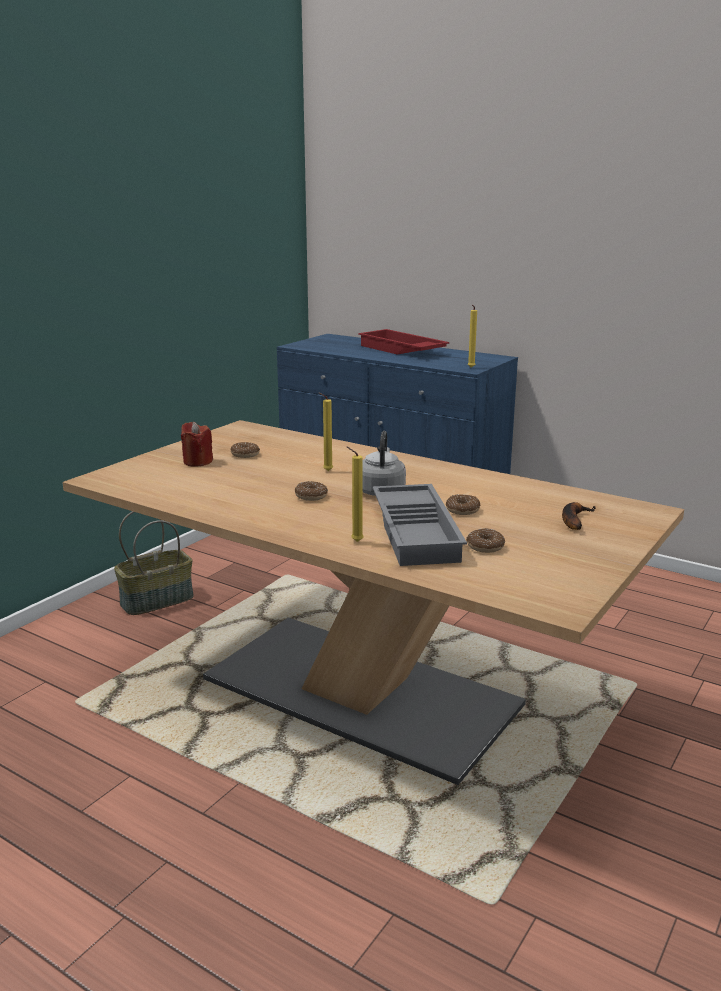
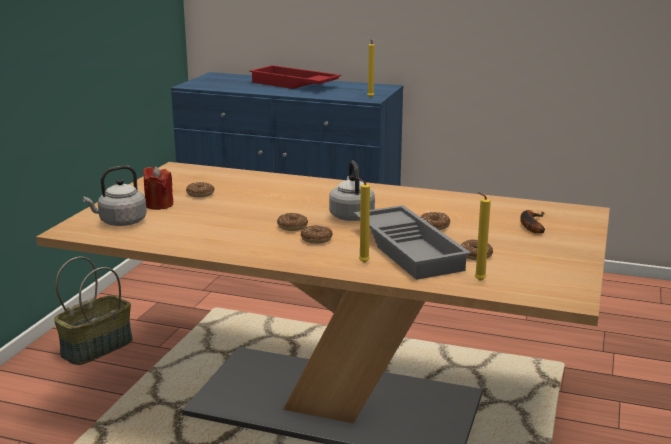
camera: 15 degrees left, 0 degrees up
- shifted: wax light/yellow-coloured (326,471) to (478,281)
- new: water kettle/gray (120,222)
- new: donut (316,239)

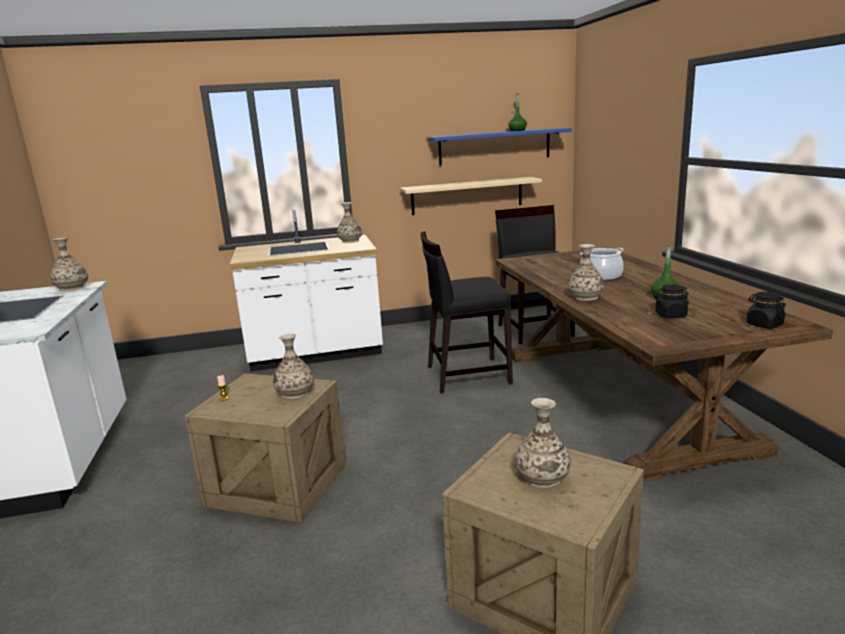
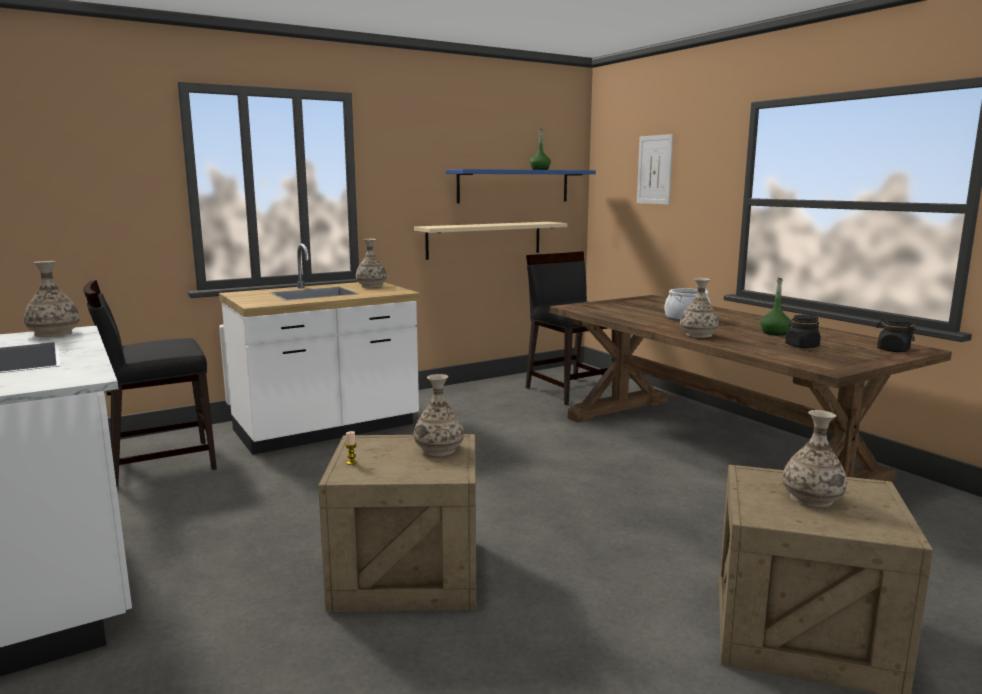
camera: 20 degrees left, 5 degrees down
- shifted: chair/black-coloured (467,374) to (160,463)
- new: wall art (654,170)

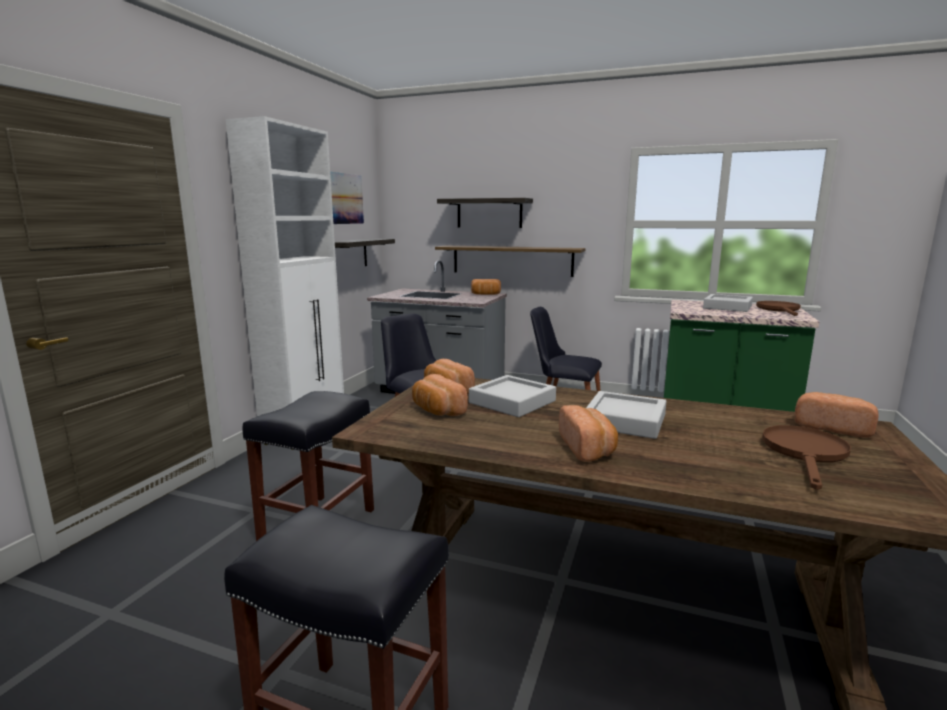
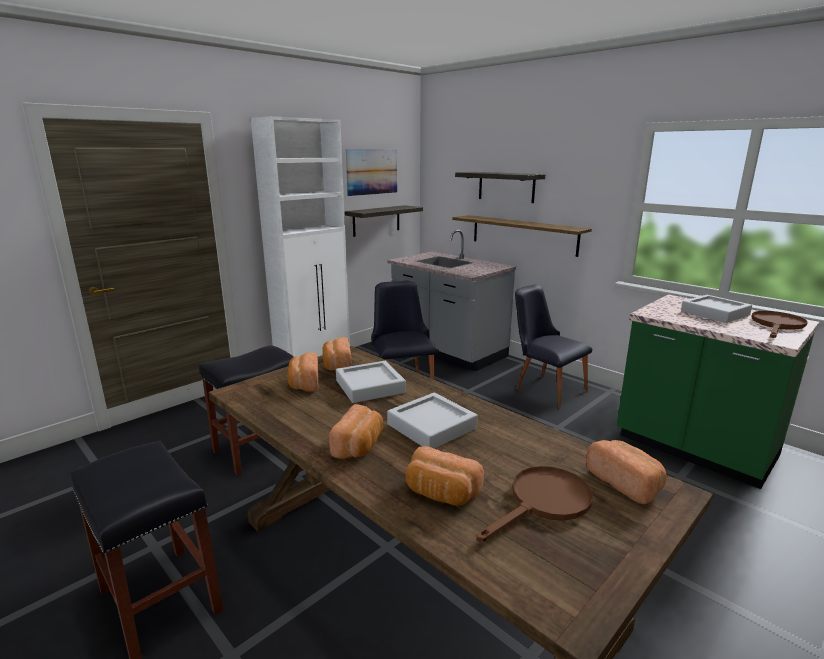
camera: 25 degrees right, 5 degrees up
- shifted: bakery bread (485,294) to (441,494)

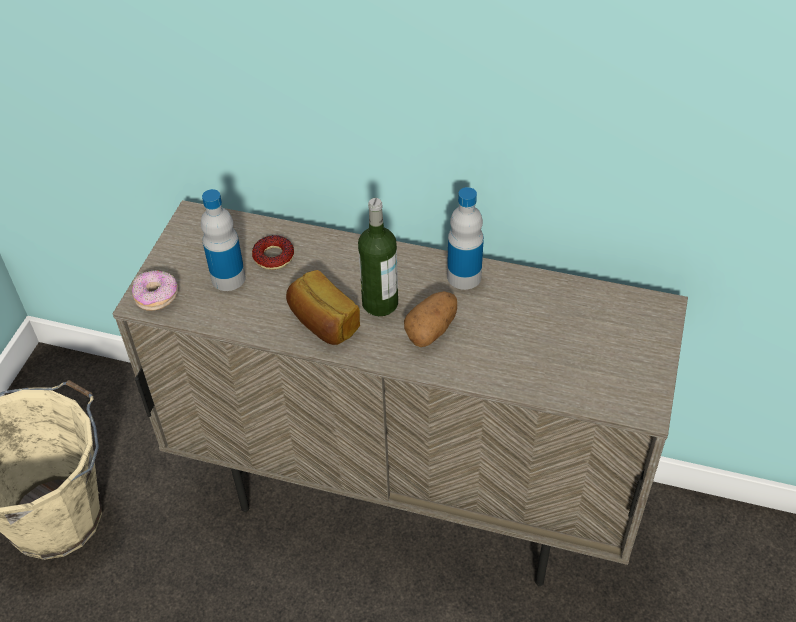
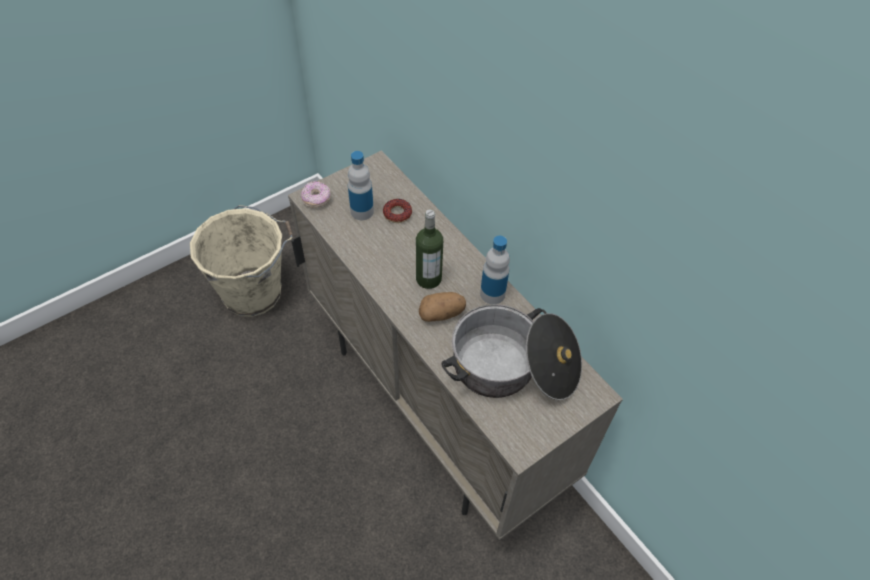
camera: 35 degrees right, 5 degrees up
- gone: bakery bread (322,322)
- new: cooking pot (513,368)

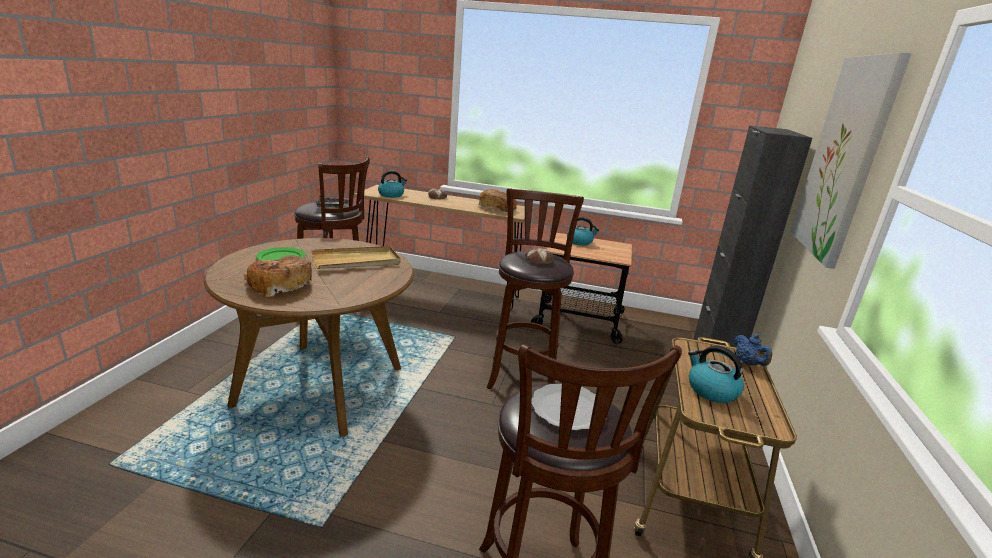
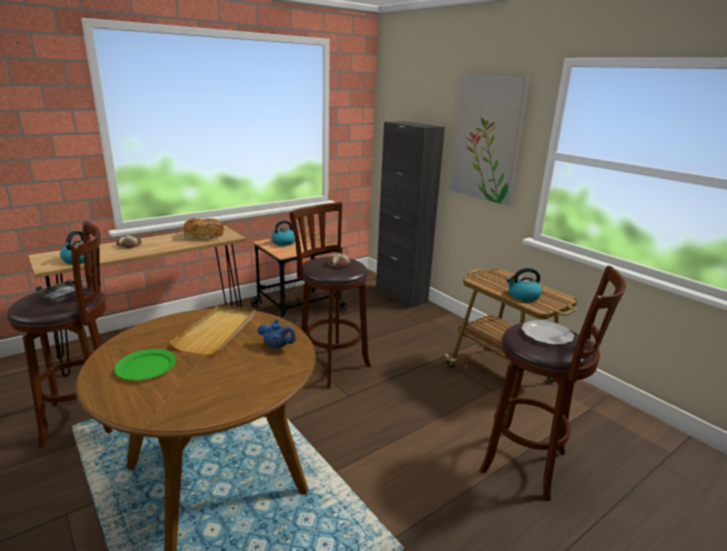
camera: 50 degrees left, 0 degrees up
- gone: bakery bread (279,285)
- shifted: teapot/blue (748,363) to (277,346)

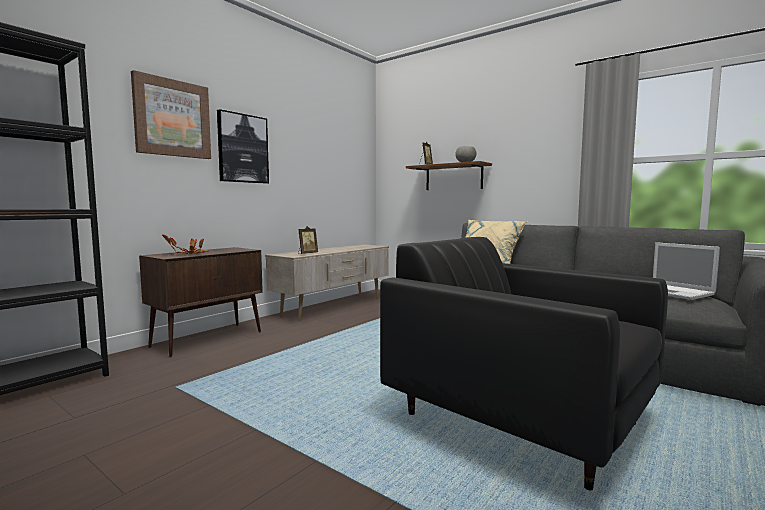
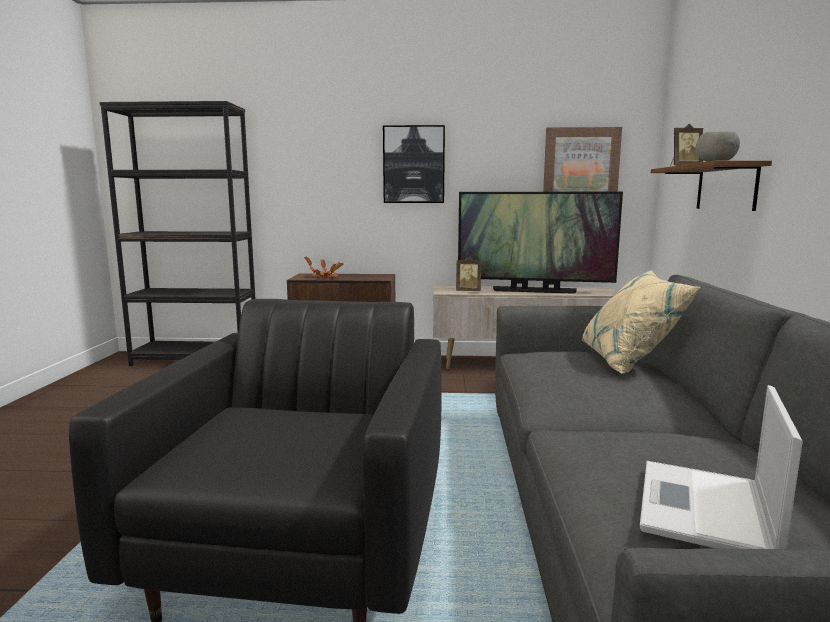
camera: 55 degrees right, 5 degrees up
- shifted: wall art (172,118) to (581,165)
- new: television (534,291)

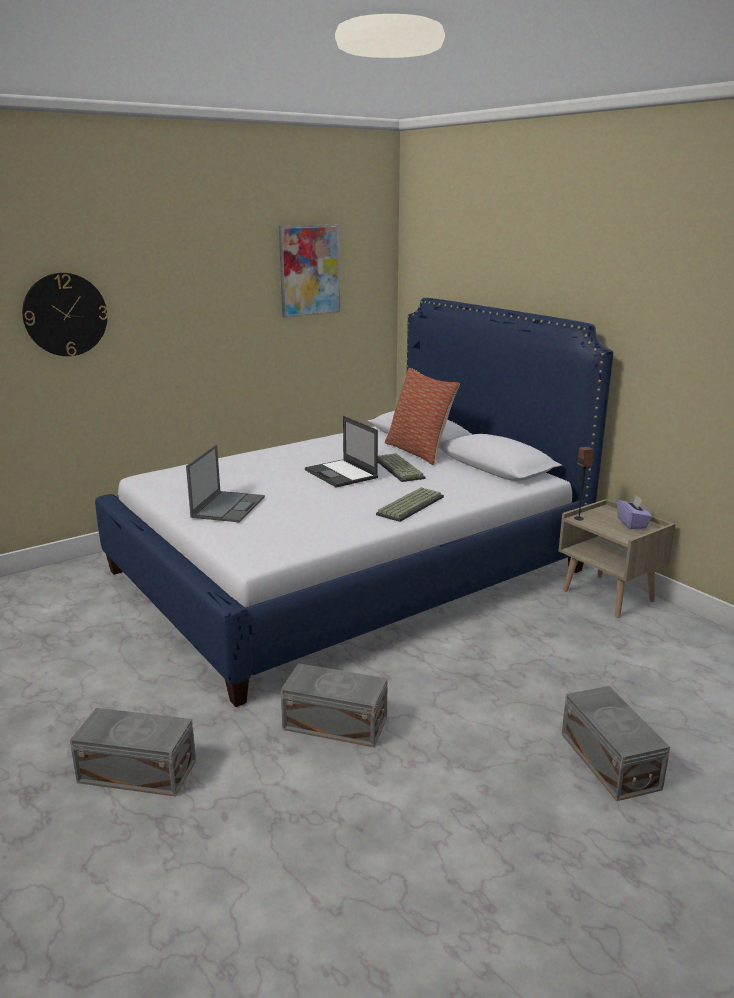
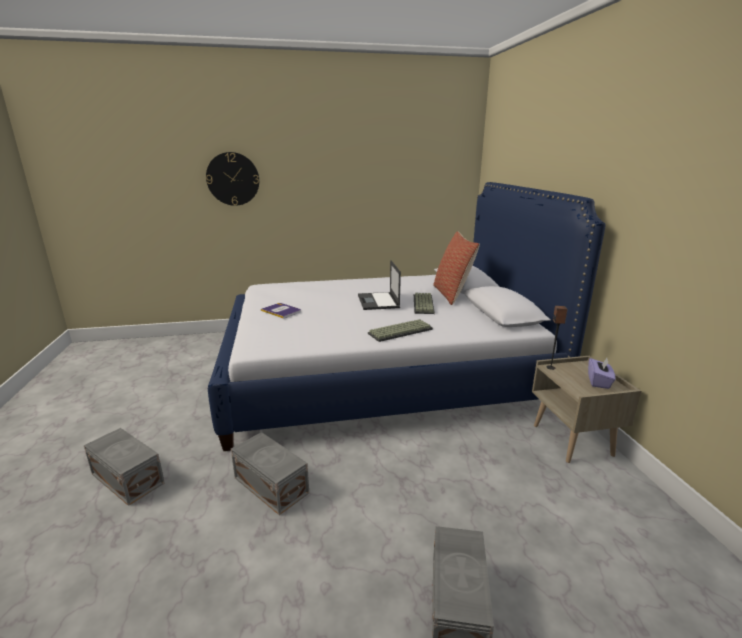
camera: 25 degrees right, 0 degrees up
- gone: wall art (309,270)
- swapped: laptop (228,506) to book (281,311)

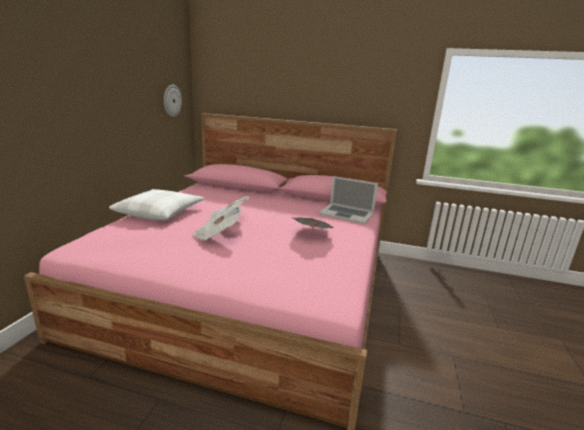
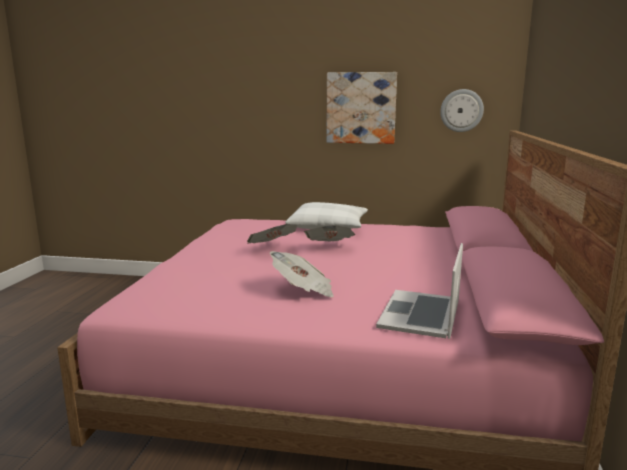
camera: 85 degrees right, 5 degrees down
- new: wall art (361,108)

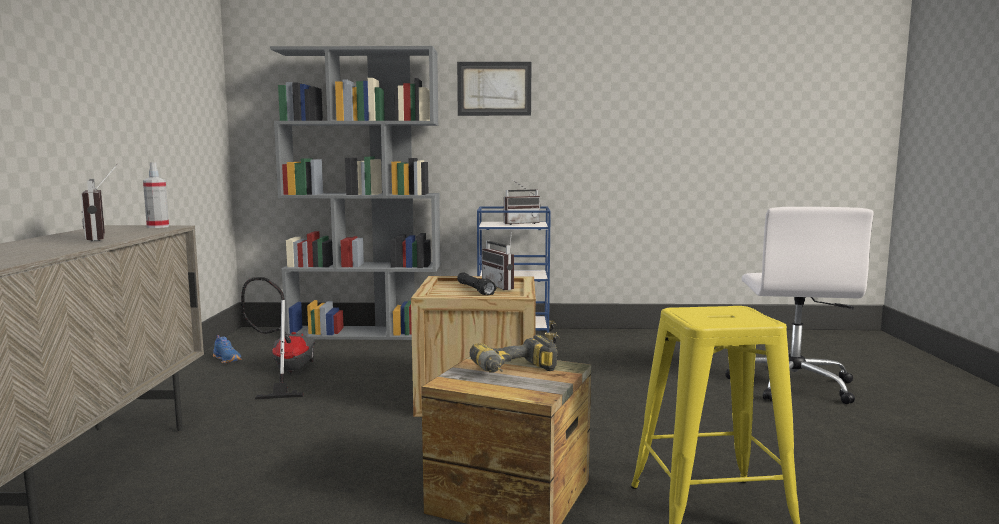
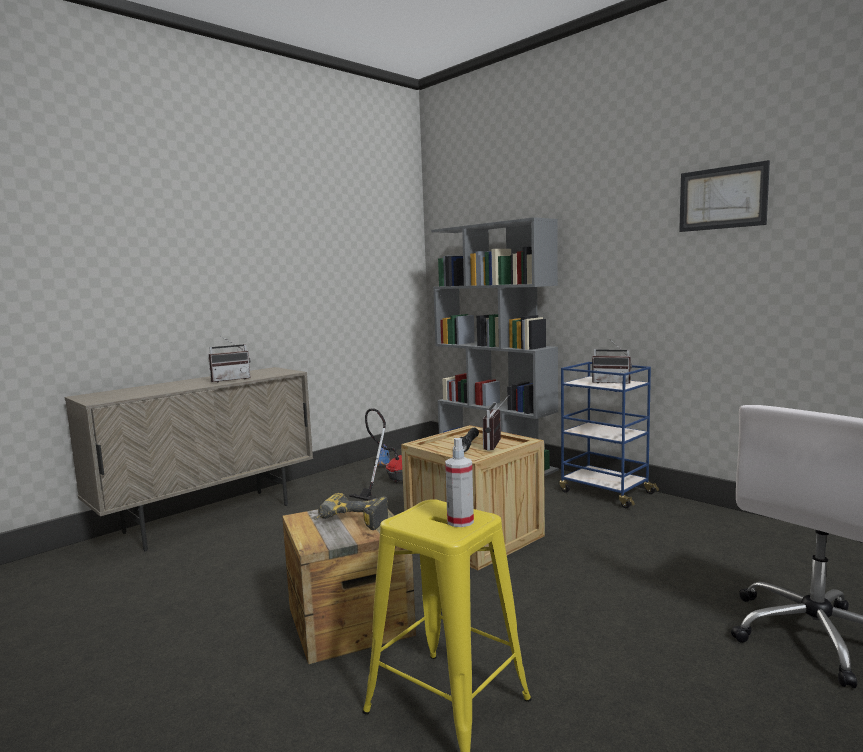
camera: 45 degrees right, 0 degrees up
- shifted: wall art (494,89) to (722,198)
- shifted: spray bottle (158,227) to (460,521)
- rotated: radio (105,238) = (230,380) 135 degrees counterclockwise

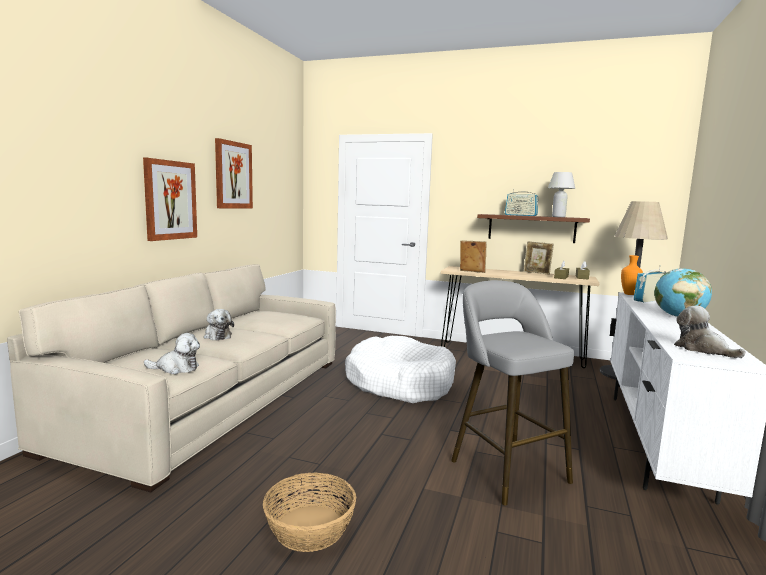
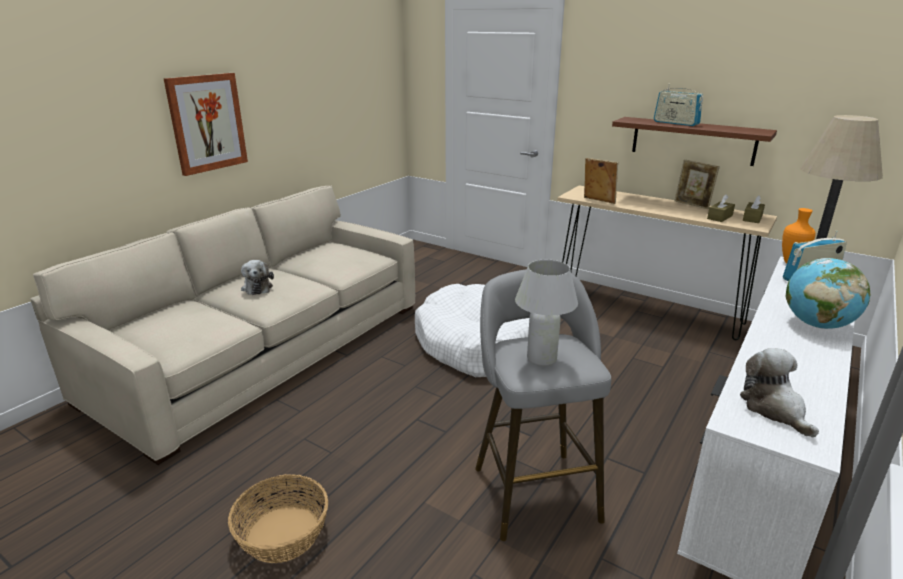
camera: 15 degrees right, 15 degrees up
- gone: wall art (233,175)
- shifted: tabletop lamp/white-coloured (558,217) to (541,359)
- gone: plush toy (176,368)

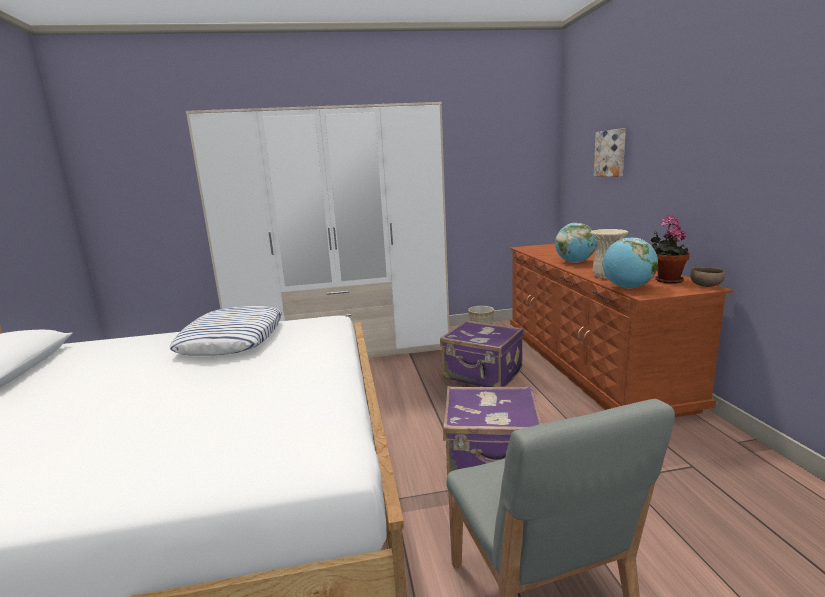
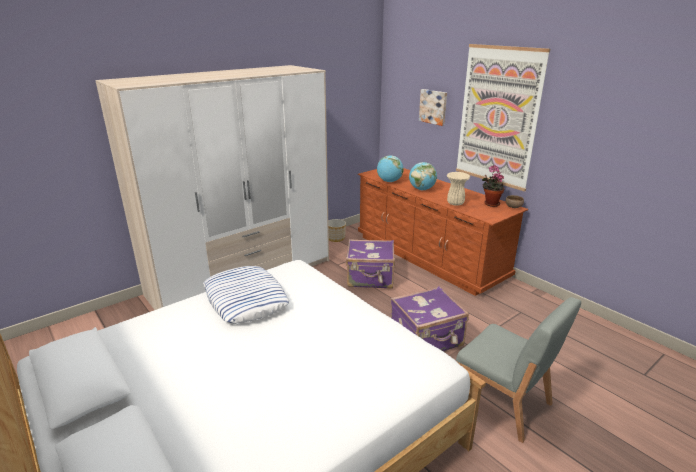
camera: 30 degrees left, 10 degrees up
- shifted: world globe (627,287) to (389,181)
- new: wall art (498,117)

